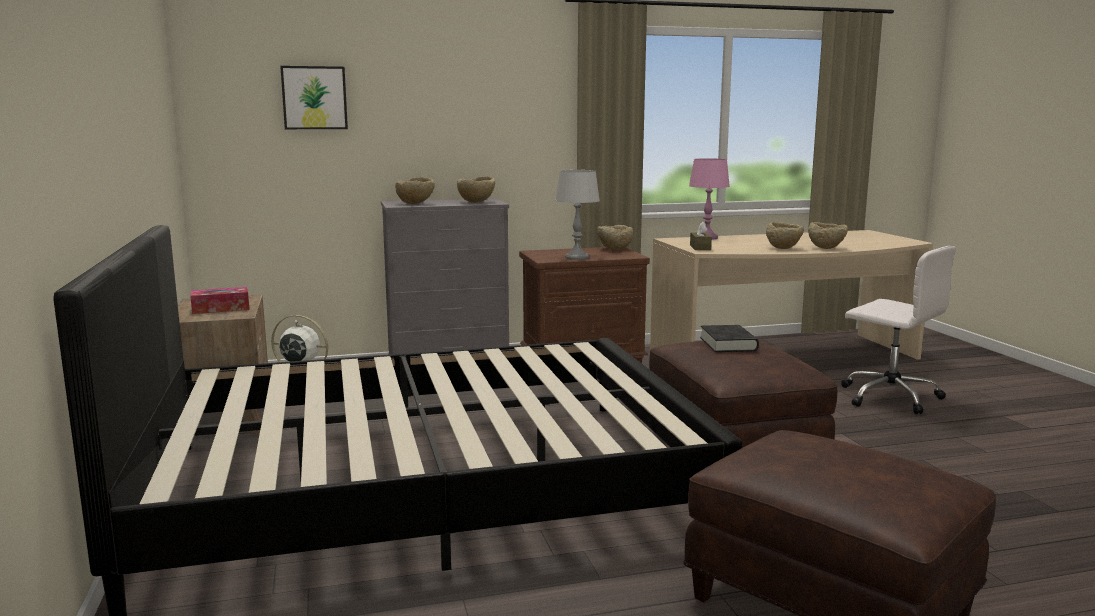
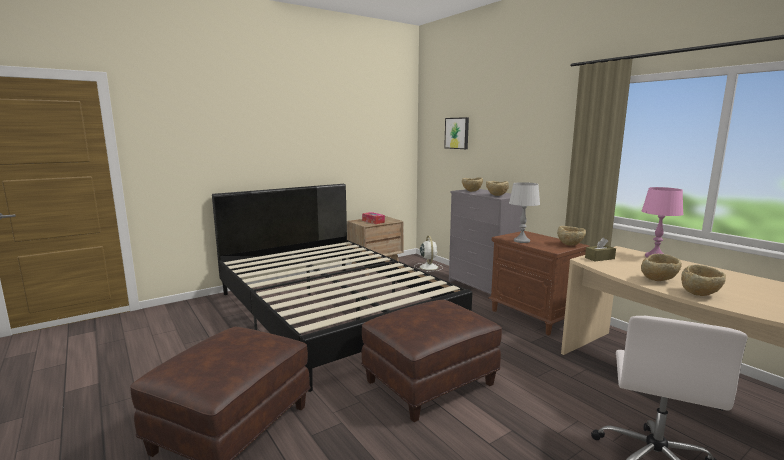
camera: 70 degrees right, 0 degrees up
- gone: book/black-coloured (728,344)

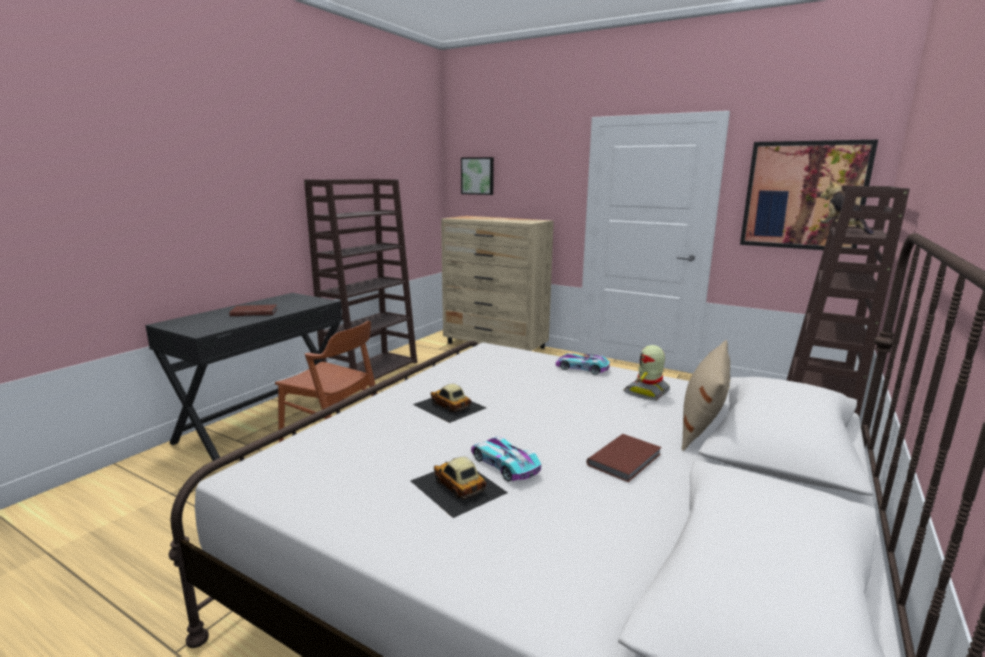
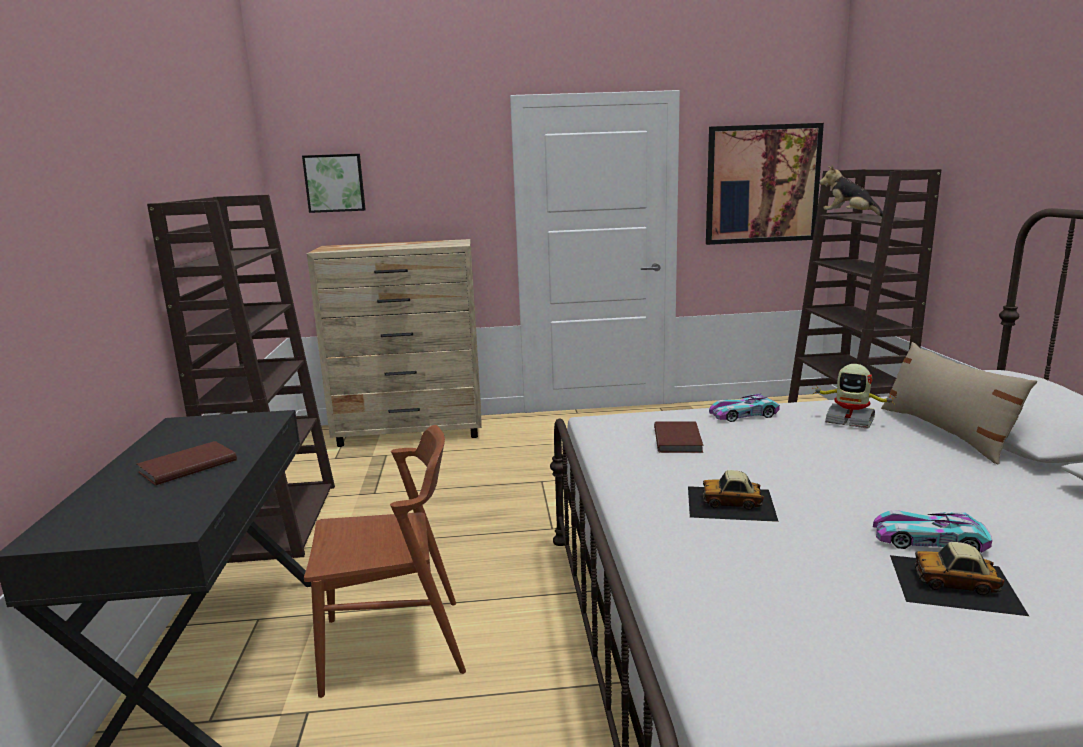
camera: 35 degrees left, 0 degrees up
- rotated: model robot (647,392) = (850,420) 60 degrees counterclockwise
- shifted: book/brown (626,459) to (679,439)

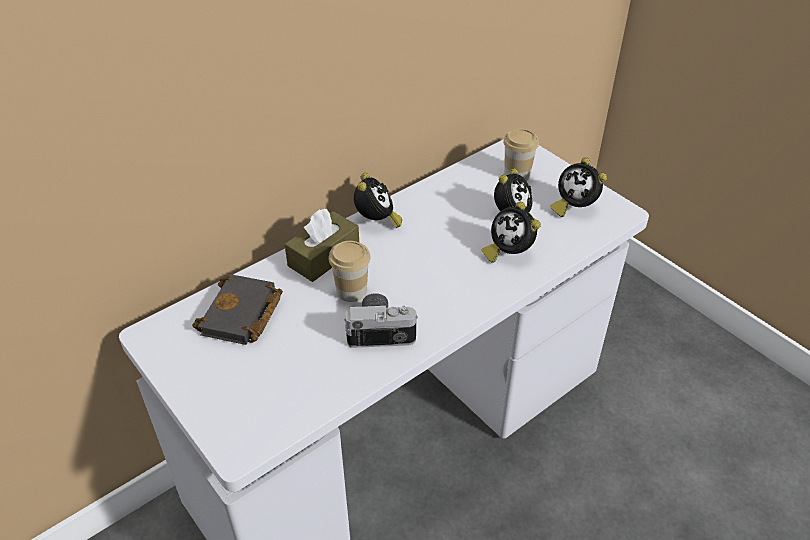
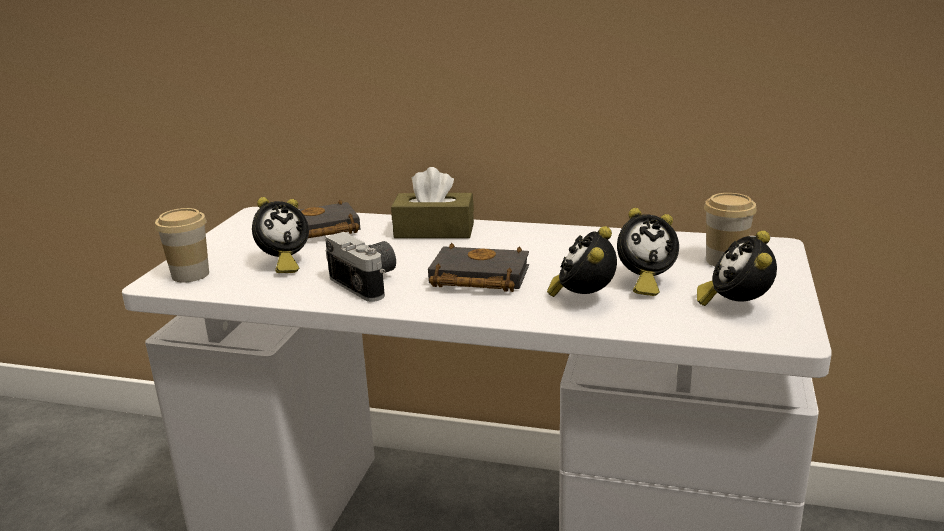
camera: 55 degrees right, 20 degrees down
- shifted: bedside clock (376,222) to (283,264)
- shifted: drinking cup (351,291) to (190,274)
- new: book/black-coloured (476,278)

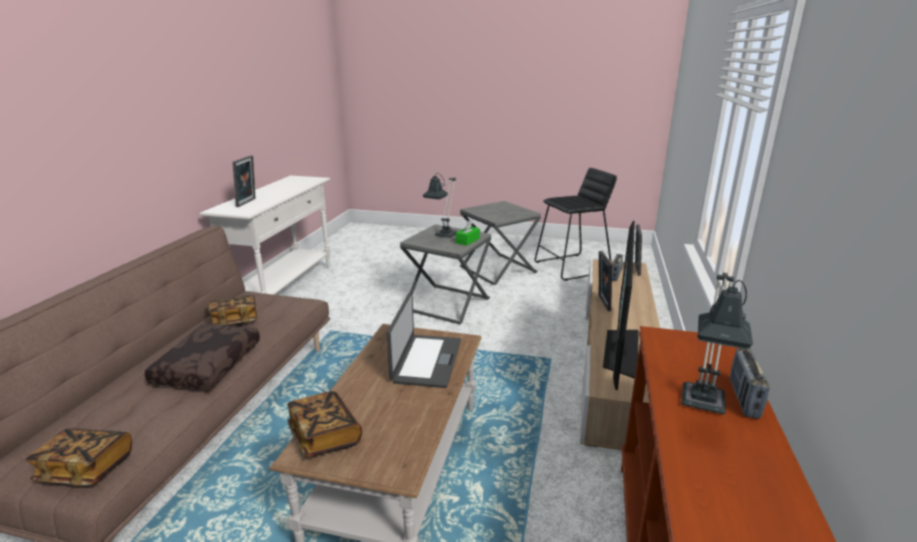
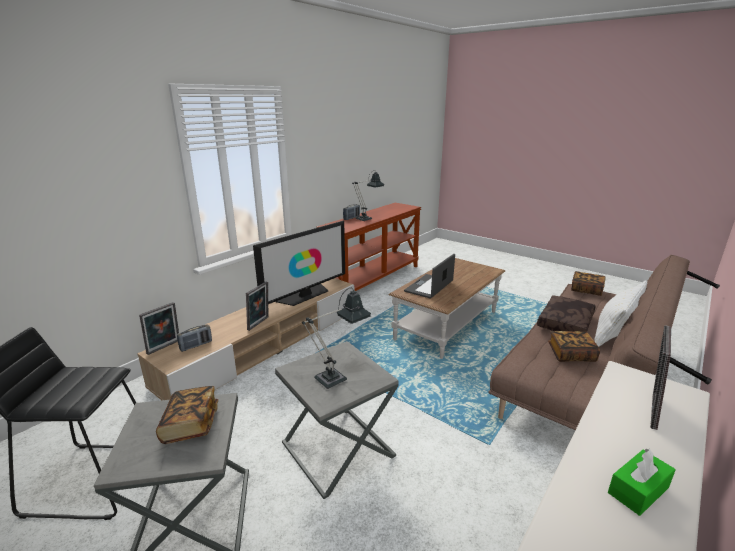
camera: 155 degrees left, 0 degrees up
- shifted: tissue box/green-coloured (467,241) to (638,490)
- shifted: book (324,436) to (191,425)
- new: pillow/white-coloured (615,333)

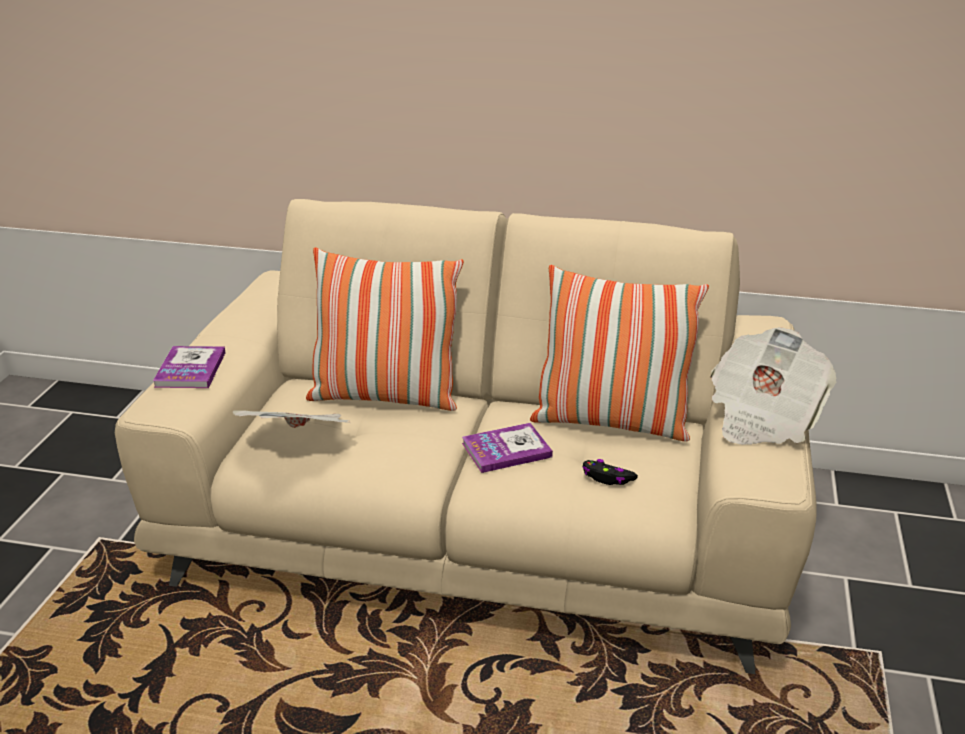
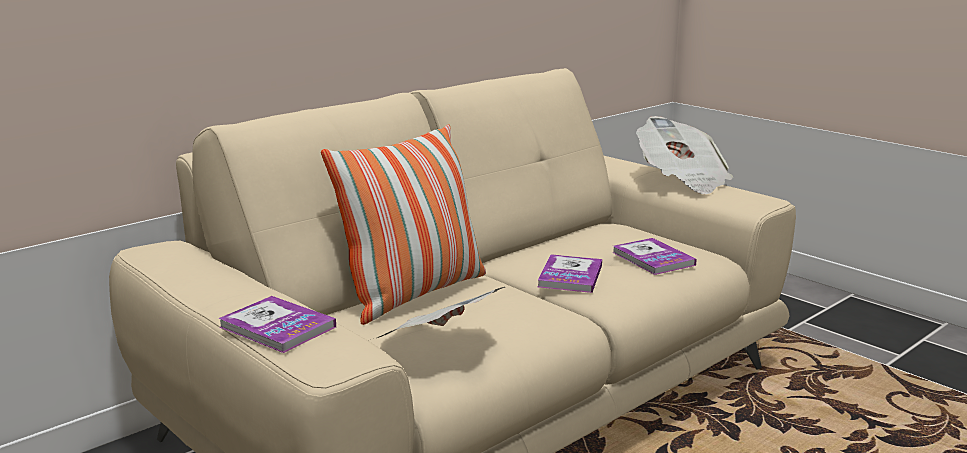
camera: 55 degrees left, 10 degrees down
- gone: pillow (611,422)
- swapped: joypad/black-coloured (607,478) to book (653,258)

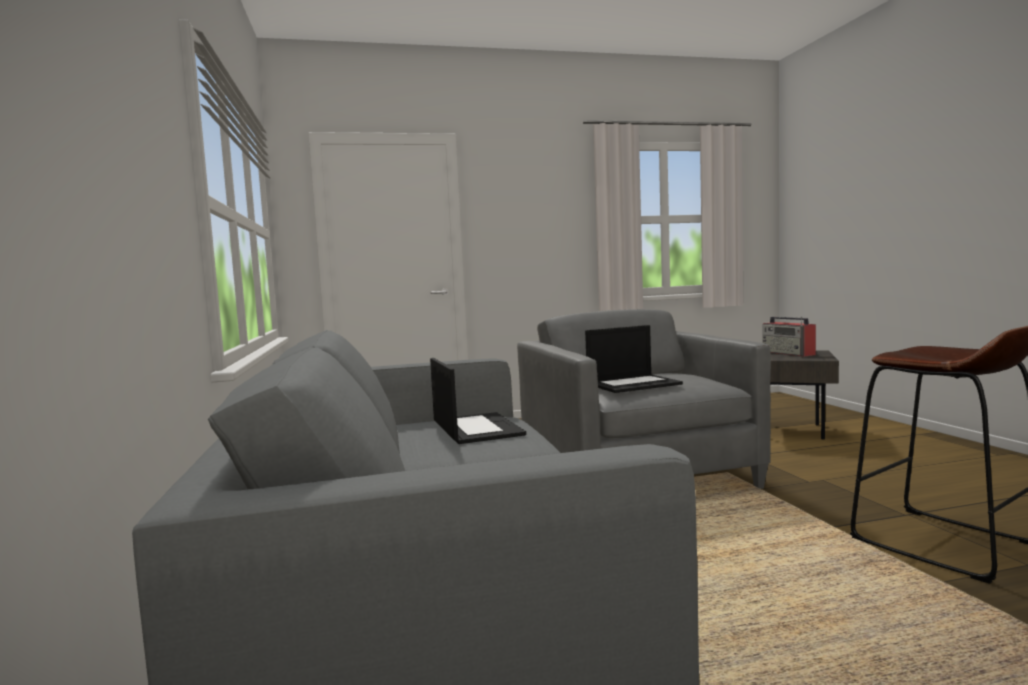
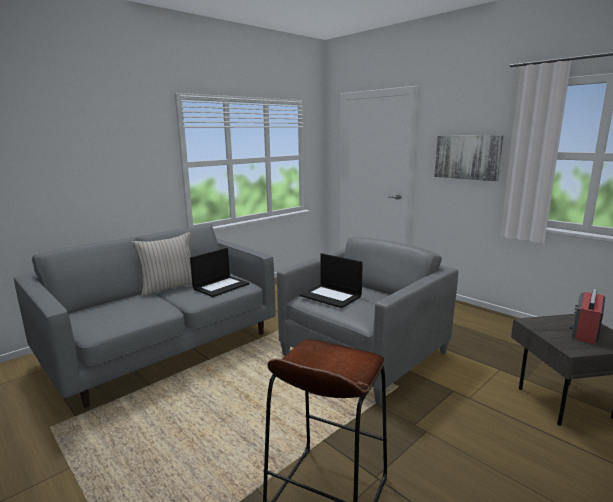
camera: 60 degrees right, 10 degrees up
- new: wall art (467,157)
- new: pillow/sand-coloured (169,287)

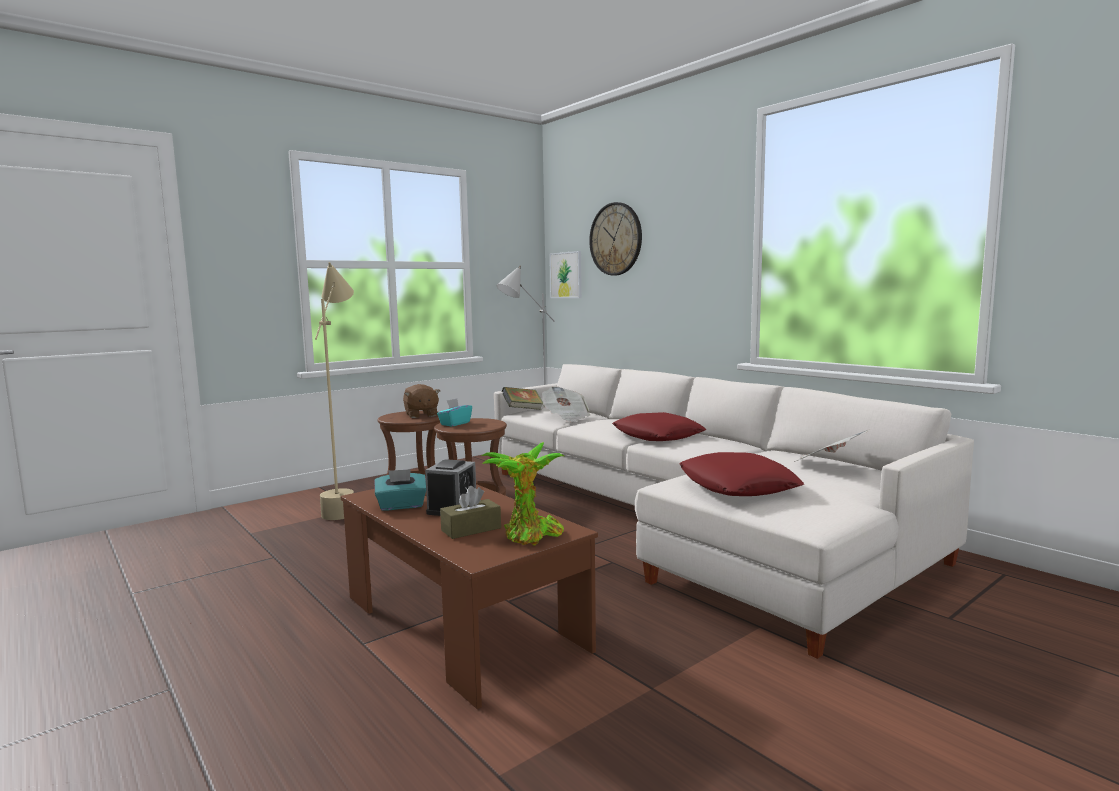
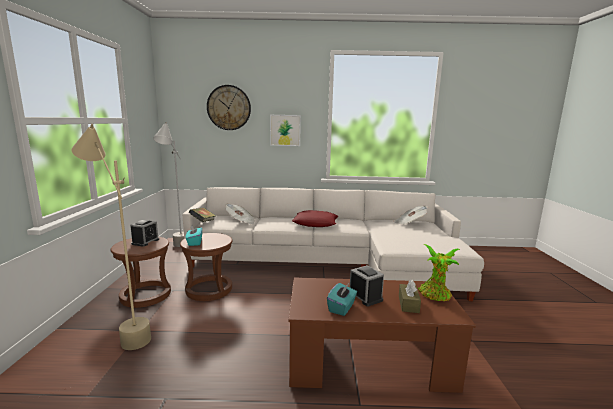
camera: 50 degrees left, 5 degrees up
- shifted: wall art (566,275) to (285,130)
- swapped: plush toy/brown (421,415) to bedside clock (145,241)
- gone: pillow/reddish (737,486)

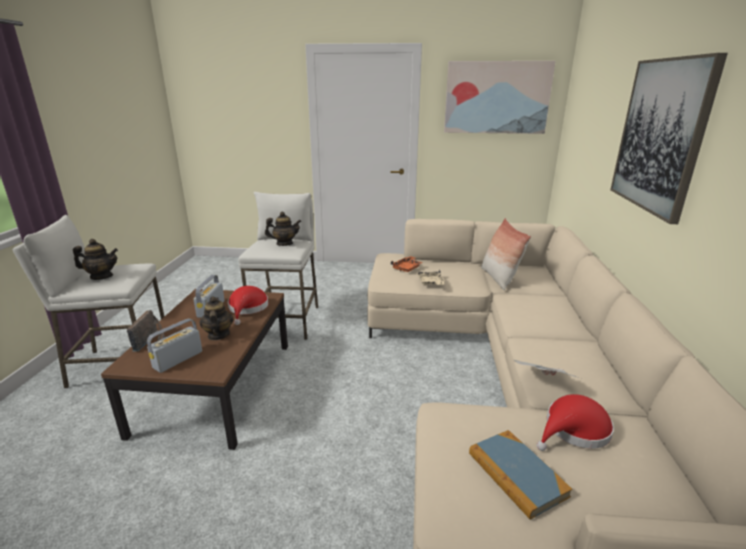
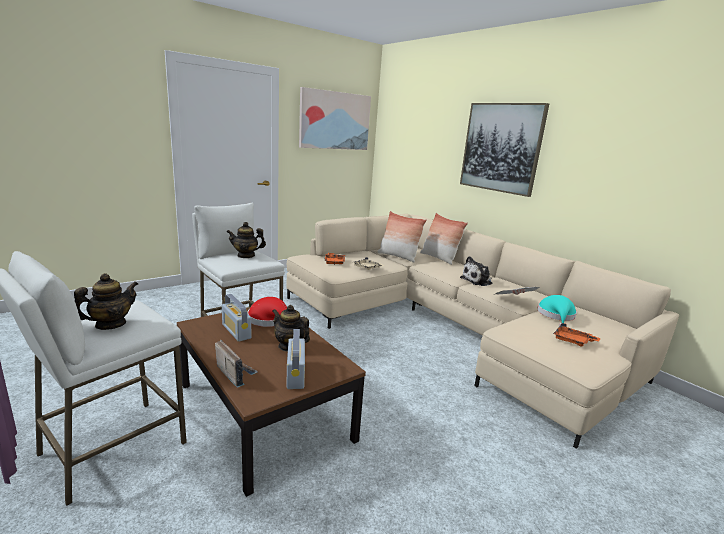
camera: 45 degrees left, 5 degrees down
- rotated: teapot (284,244) = (246,255) 135 degrees counterclockwise
- repainted: wearable hat/reddish (574,430) to wearable hat/turquoise-coloured (556,315)
- swapped: book (516,474) to serving tray/orangey (573,341)
- new: pillow (439,258)
- new: plush toy (477,281)

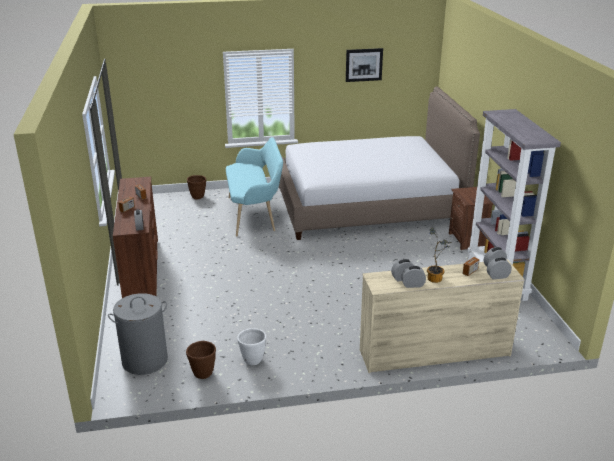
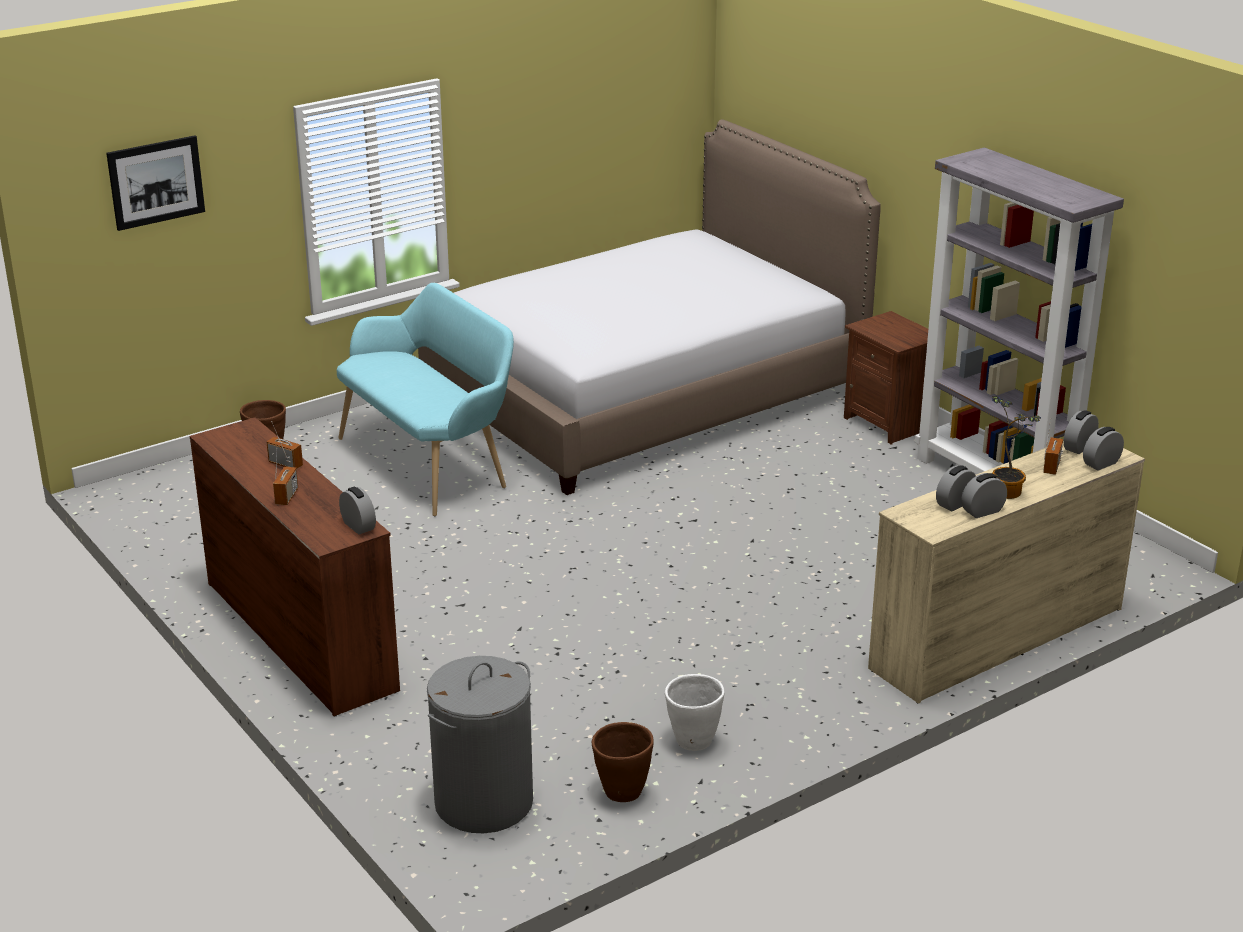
camera: 25 degrees left, 0 degrees up
- shifted: wall art (364,65) to (156,182)

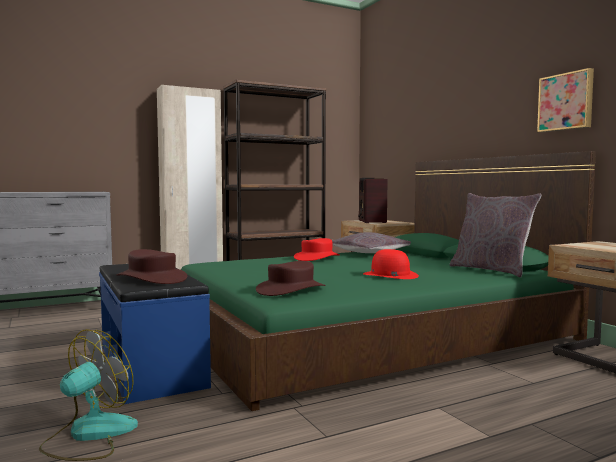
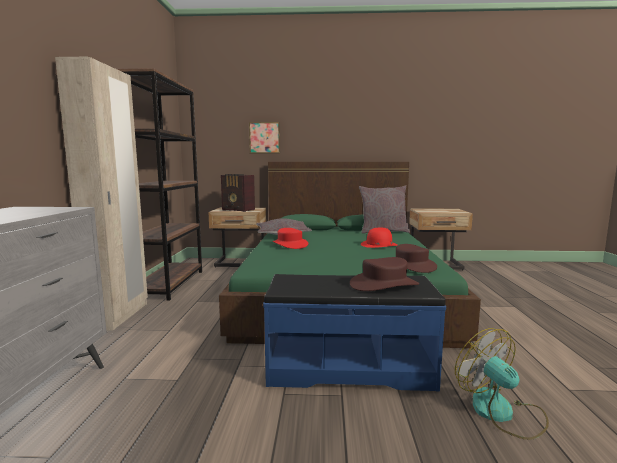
camera: 60 degrees left, 5 degrees up
- shifted: wall art (566,102) to (265,138)

